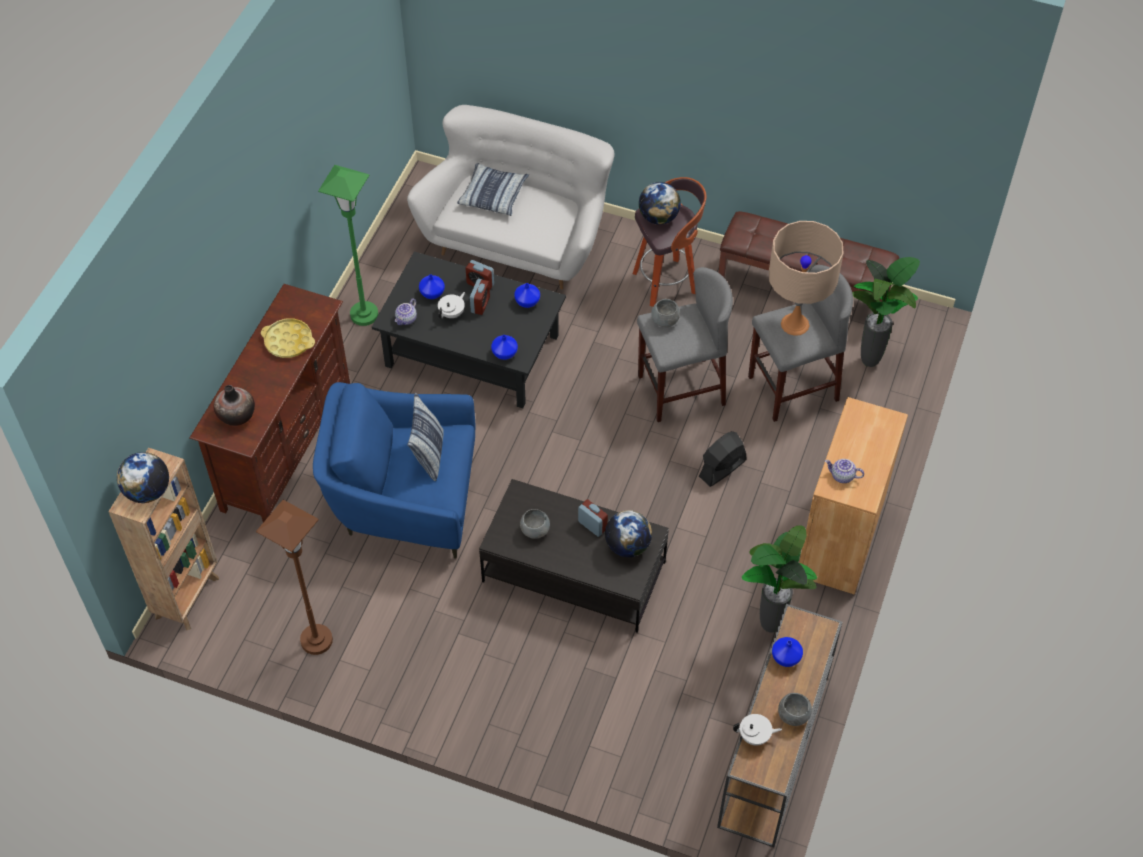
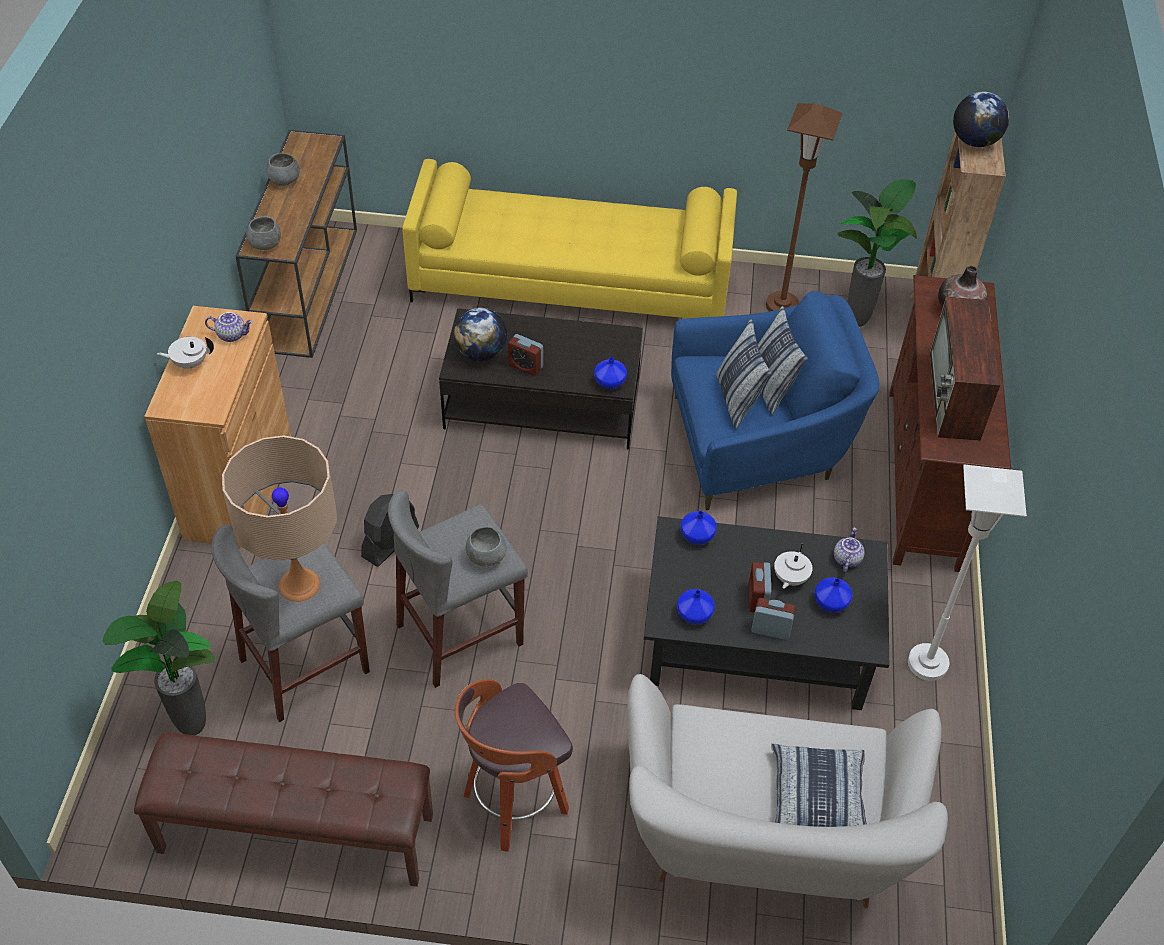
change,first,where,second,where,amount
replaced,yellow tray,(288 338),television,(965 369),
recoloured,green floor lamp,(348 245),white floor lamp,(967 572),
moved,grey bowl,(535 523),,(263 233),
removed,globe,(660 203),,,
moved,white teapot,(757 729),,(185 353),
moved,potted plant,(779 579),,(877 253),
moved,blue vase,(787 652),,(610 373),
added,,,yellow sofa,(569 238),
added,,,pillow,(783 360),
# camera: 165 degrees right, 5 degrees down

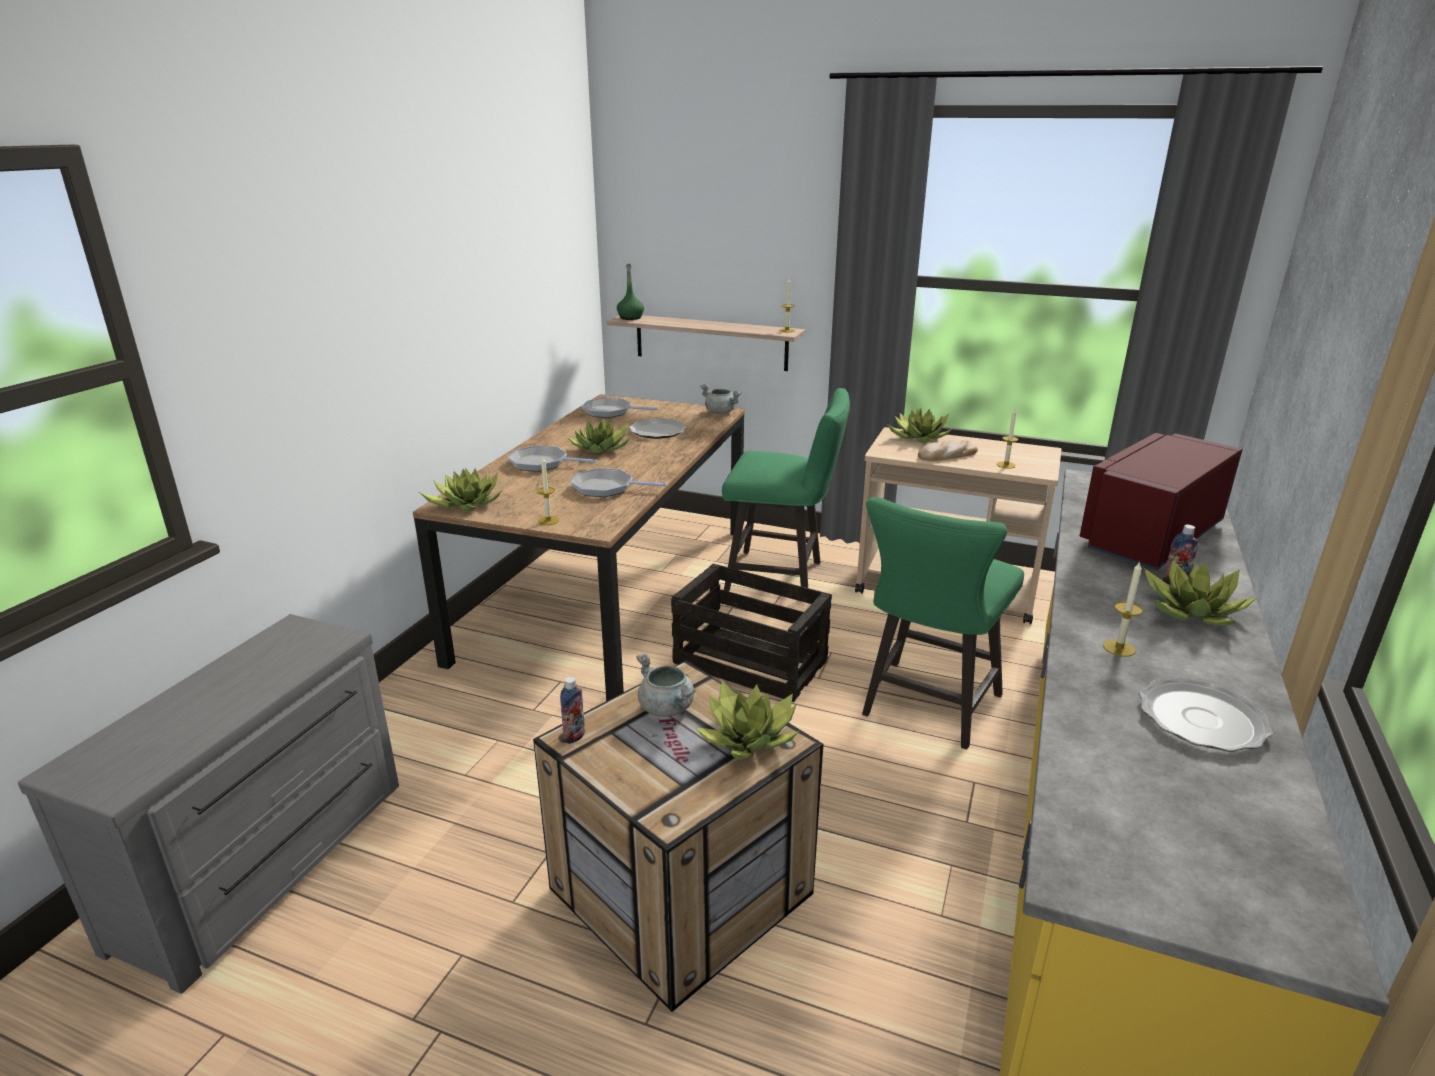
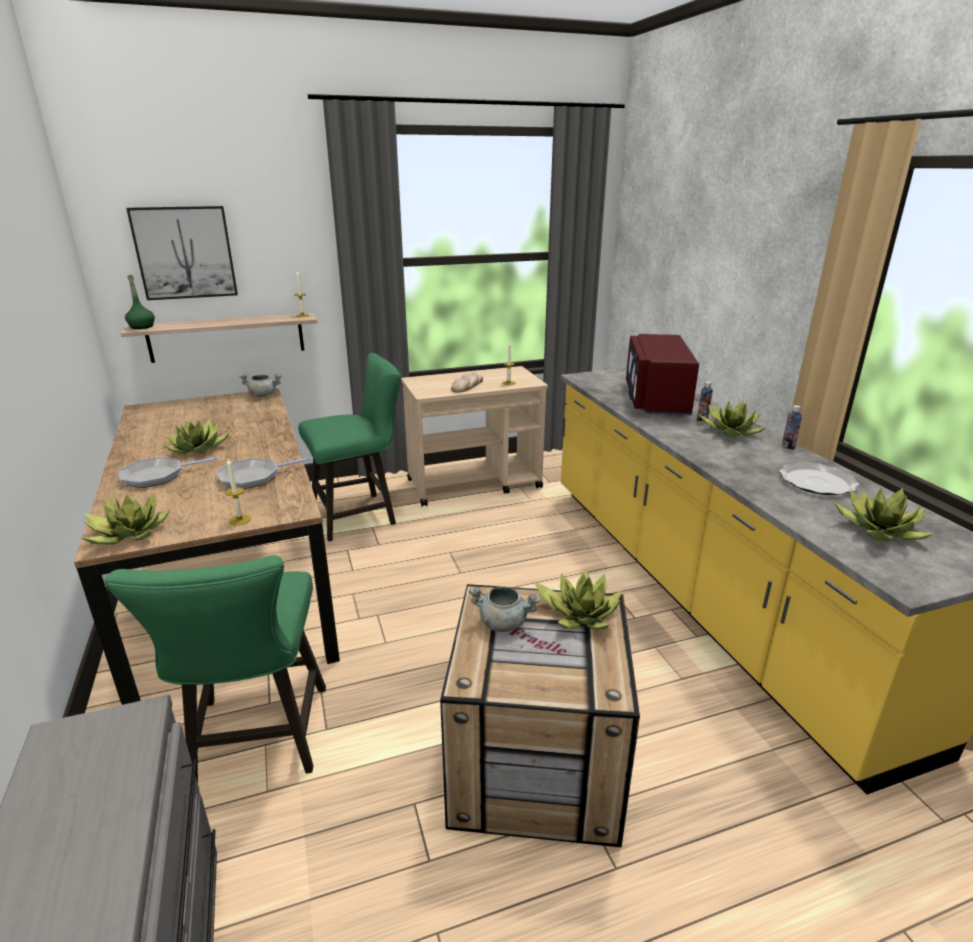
change,first,where,second,where,amount
moved,bottle,(572 710),,(792 427),
removed,frying pan,(620 408),,,
removed,plate,(658 428),,,
removed,crate,(751 633),,,
moved,green stool,(943 623),,(215 669),
moved,potted plant,(919 425),,(885 514),
removed,candle,(1123 609),,,
added,,,picture,(182 253),
# camera: 40 degrees left, 0 degrees up

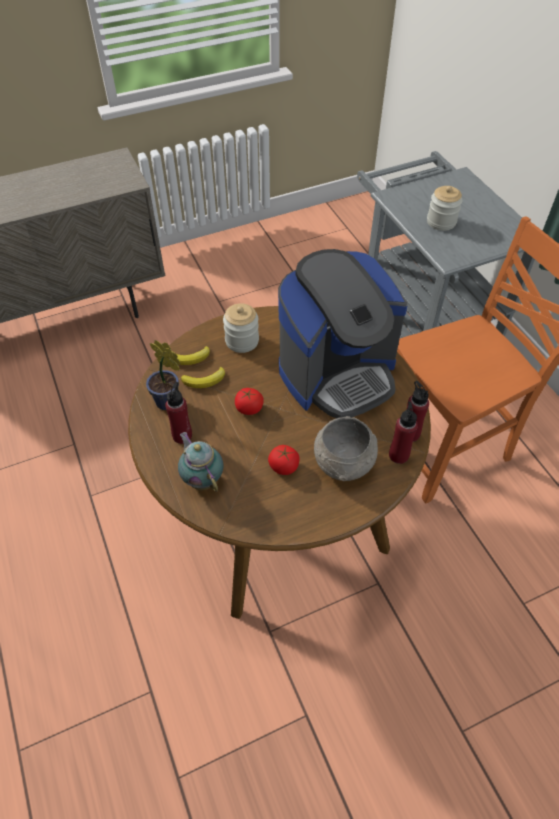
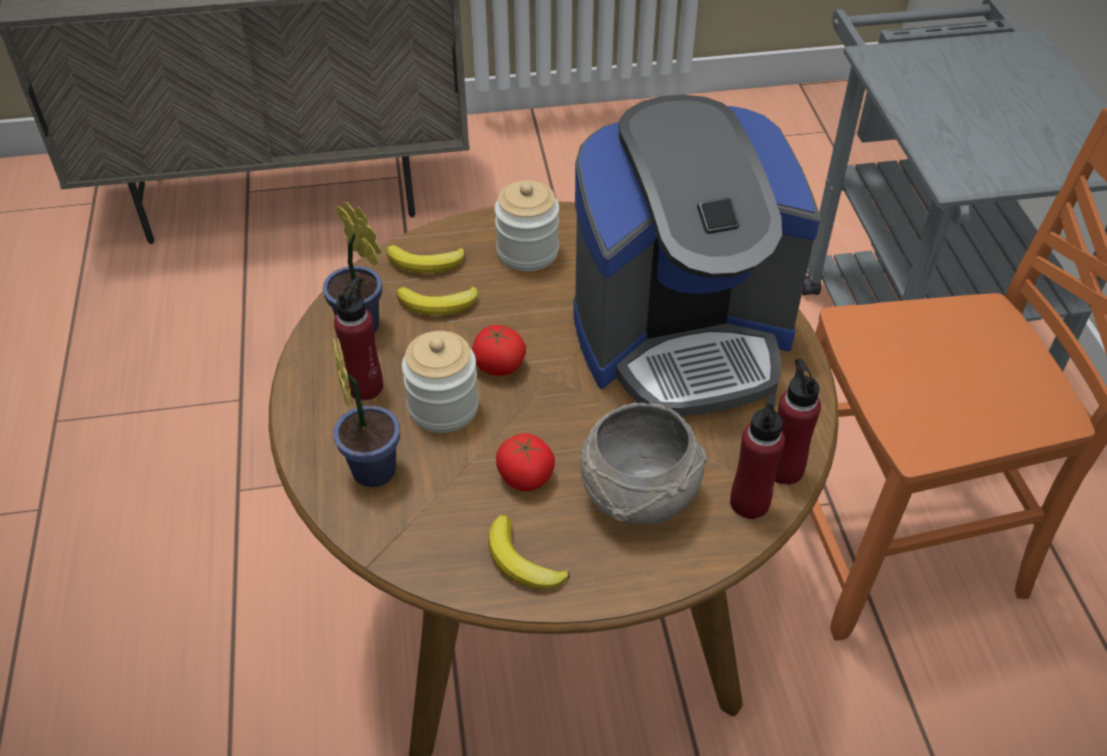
change,first,where,second,where,amount
replaced,teapot,(200 462),potted plant,(366 412),
moved,jar,(444 208),,(440 382),
added,,,banana,(529 552),
# camera: 15 degrees right, 5 degrees down

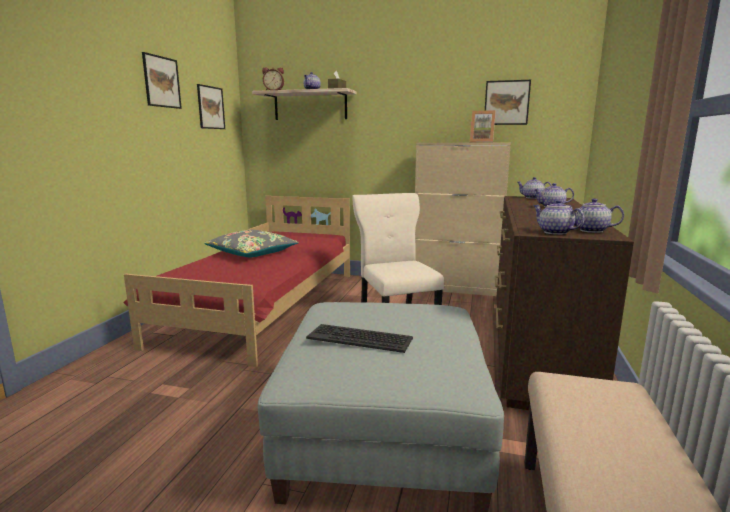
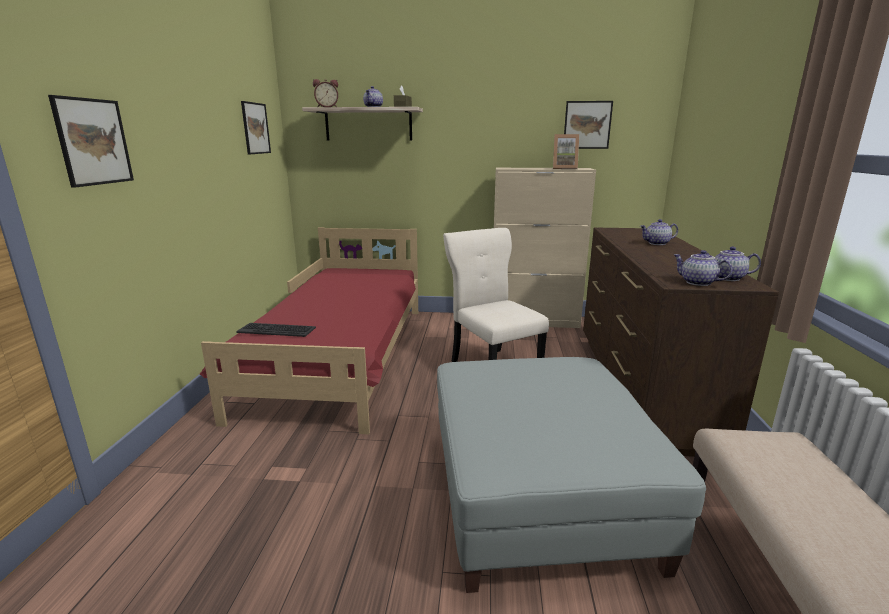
change,first,where,second,where,amount
moved,picture,(162 80),,(91 141),
removed,grey pillow,(251 243),,,
moved,keyboard,(359 338),,(276 330),
removed,teapot,(534 188),,,
# camera: 10 degrees left, 5 degrees up

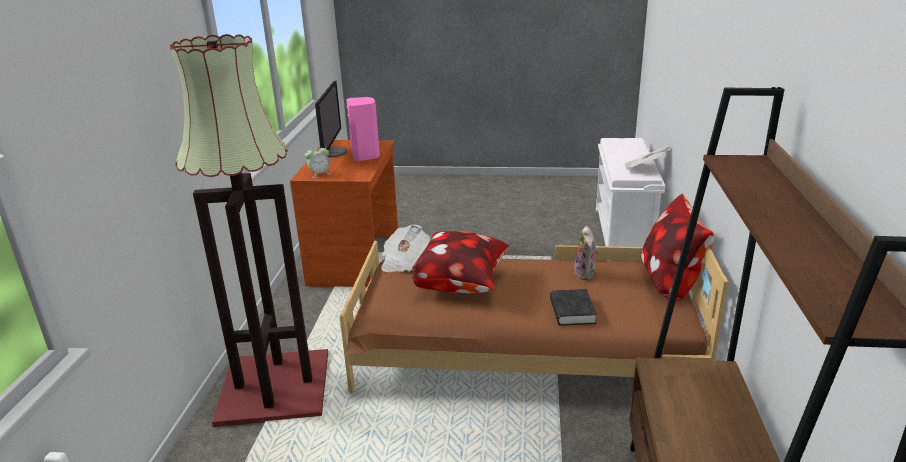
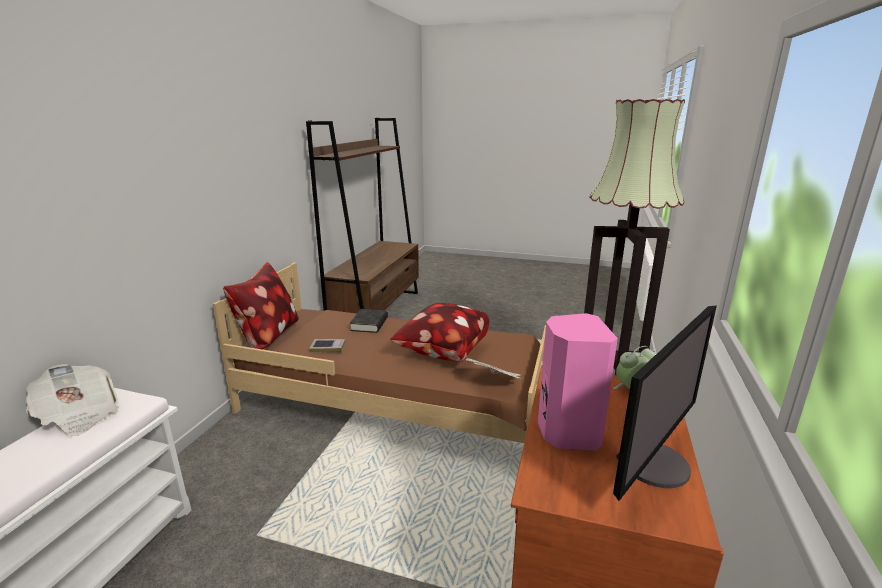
change,first,where,second,where,amount
turned,monitor,(331 119),,(665 403),150 degrees counterclockwise
replaced,plush toy,(586 253),book,(327 346),
# camera: 170 degrees left, 5 degrees down

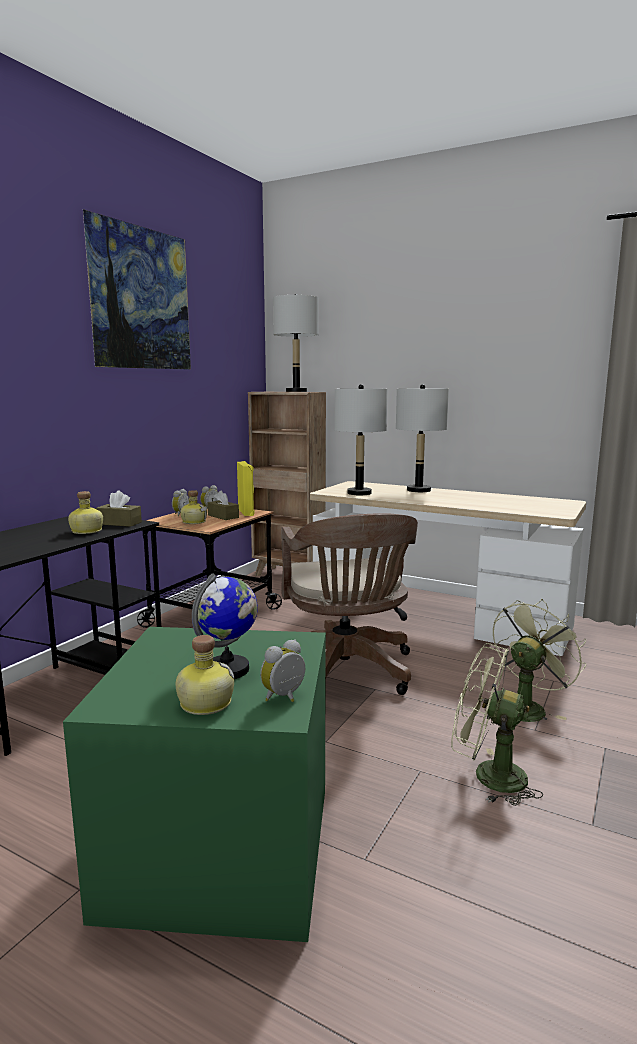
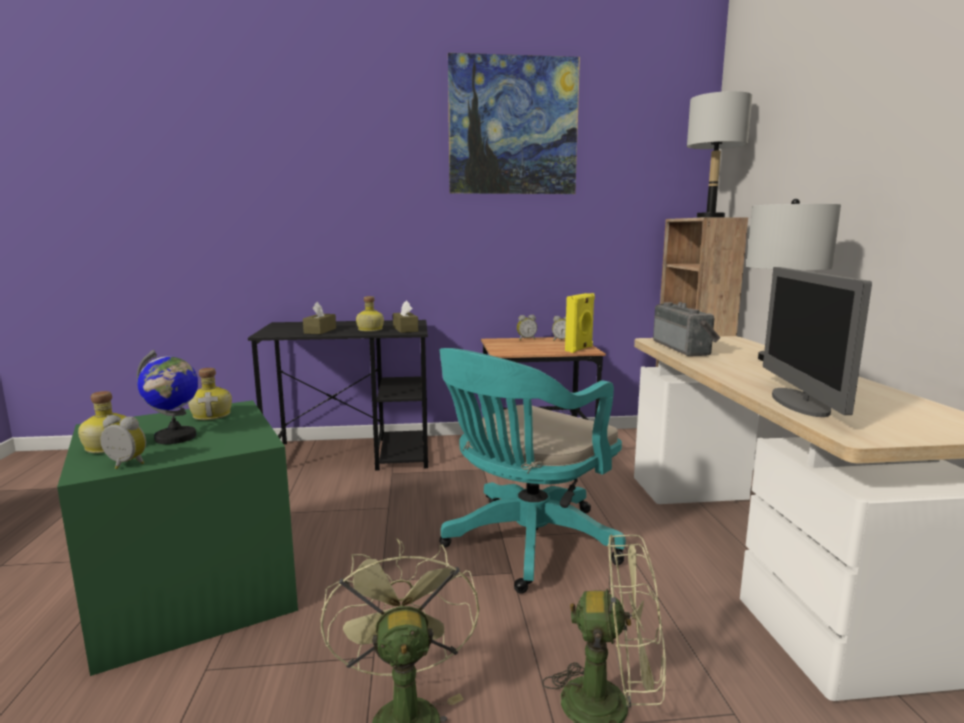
change,first,where,second,where,amount
moved,bottle,(193 507),,(210 394),
moved,brown tissue box,(223 505),,(319 318),
recoloured,brown office chair,(349 604),turquoise office chair,(532 471),
replaced,grey table lamp,(361 439),radio,(686 329),
added,,,monitor,(817 342),
# camera: 55 degrees right, 0 degrees up

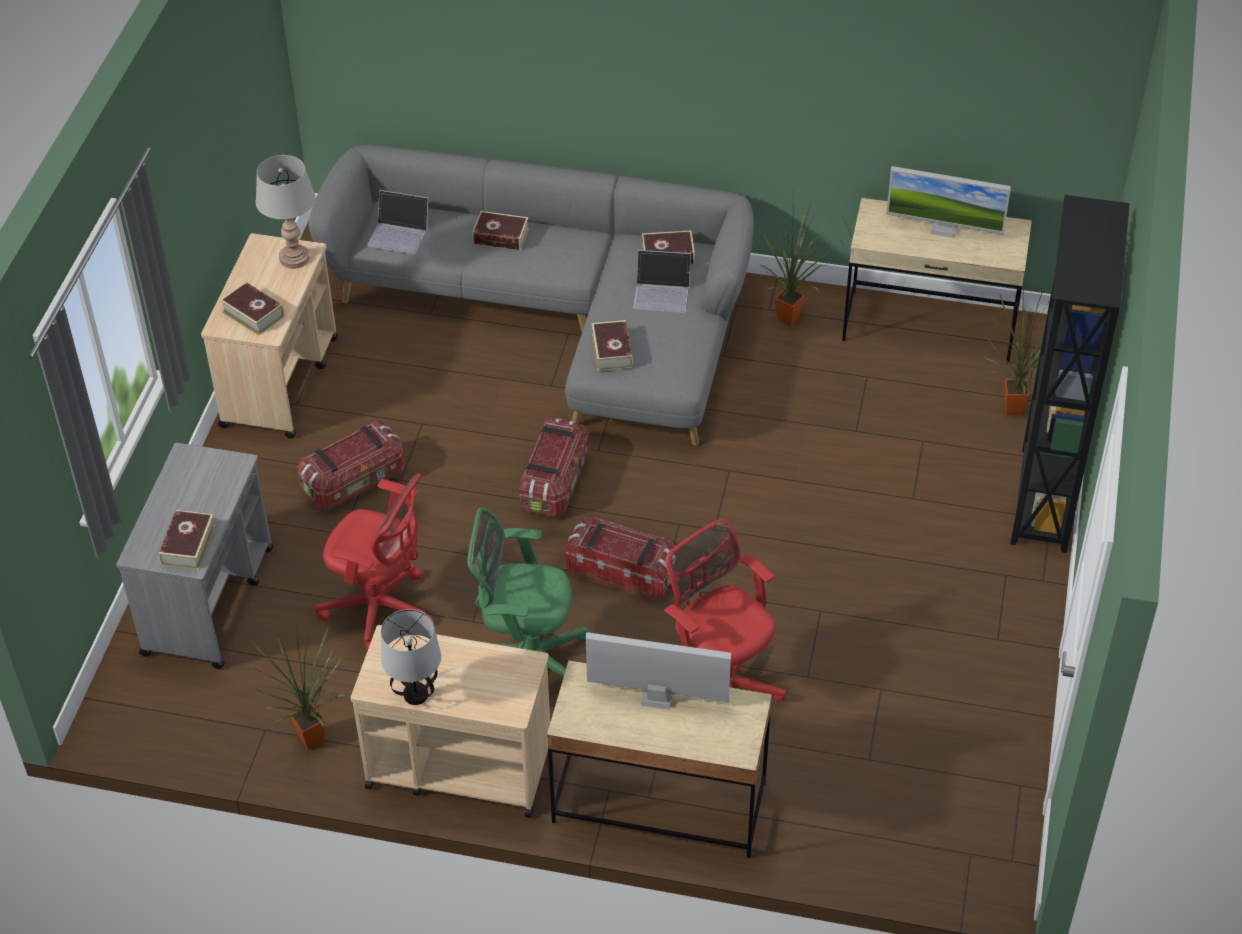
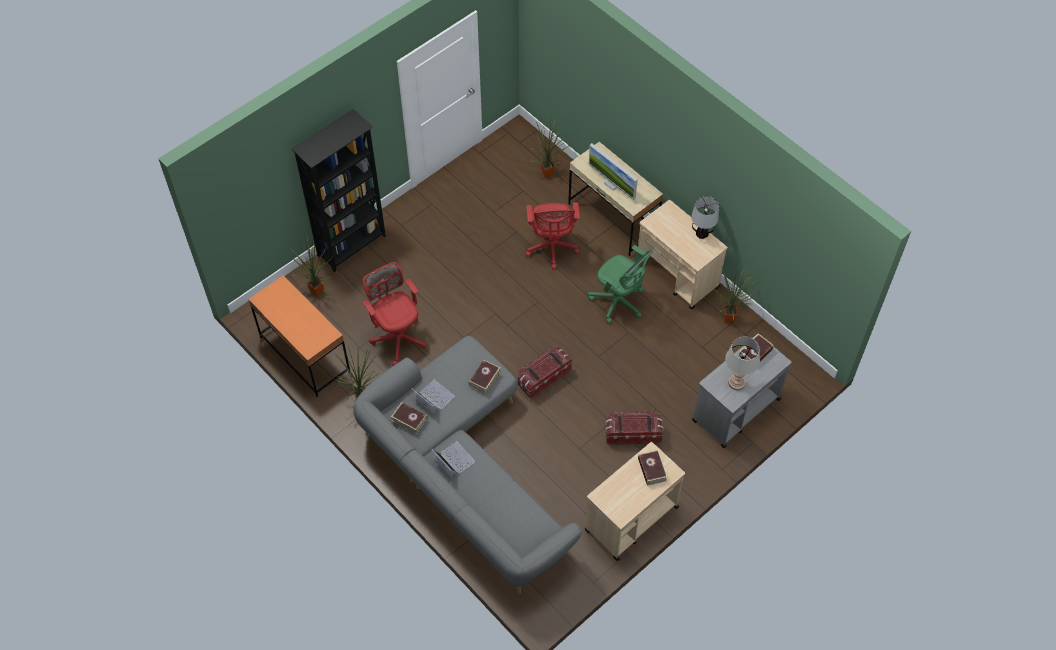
change,first,where,second,where,amount
moved,grey table lamp,(286 212),,(742 363),
moved,red office chair,(374 562),,(394 313),
moved,laptop,(398 222),,(453 460),
removed,book,(500 231),,,
removed,storage box,(620 559),,,
recoloured,beige desk,(937 281),orange desk,(299 336),
removed,monitor,(948 202),,,
added,,,potted plant,(549 144),
# camera: 145 degrees left, 10 degrees up

